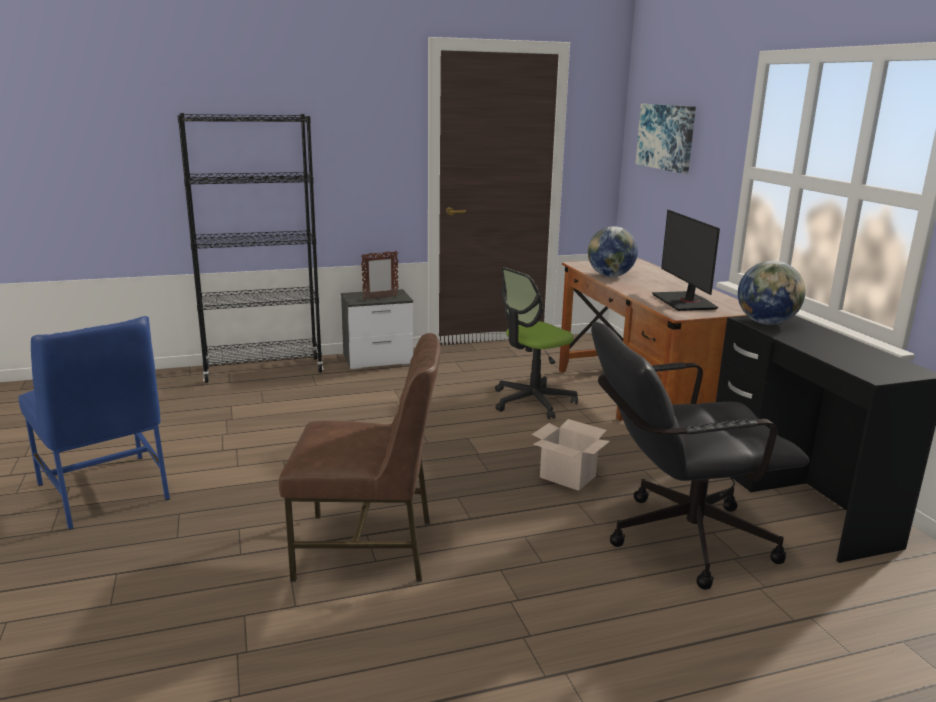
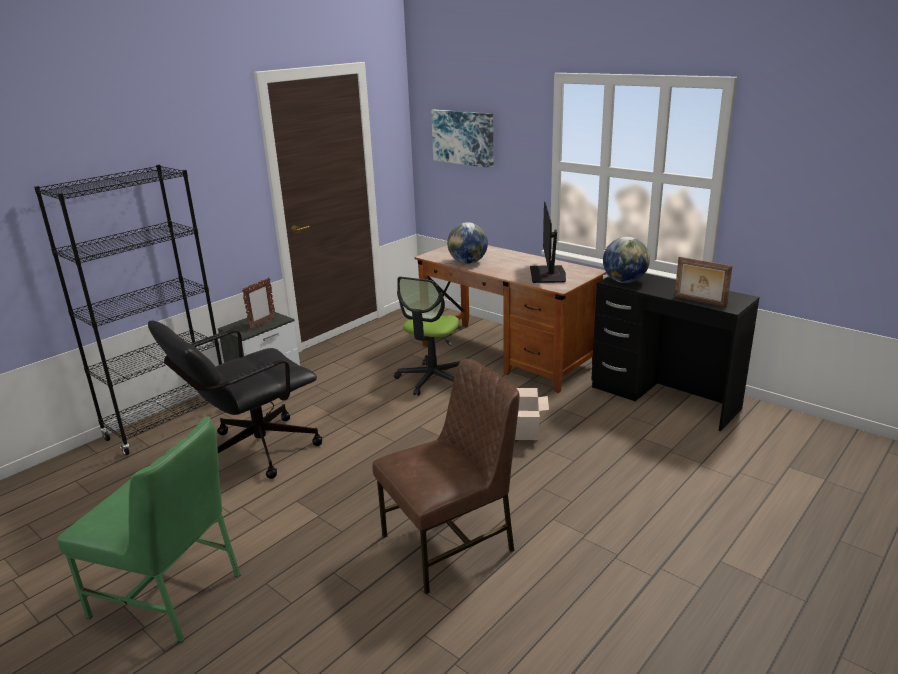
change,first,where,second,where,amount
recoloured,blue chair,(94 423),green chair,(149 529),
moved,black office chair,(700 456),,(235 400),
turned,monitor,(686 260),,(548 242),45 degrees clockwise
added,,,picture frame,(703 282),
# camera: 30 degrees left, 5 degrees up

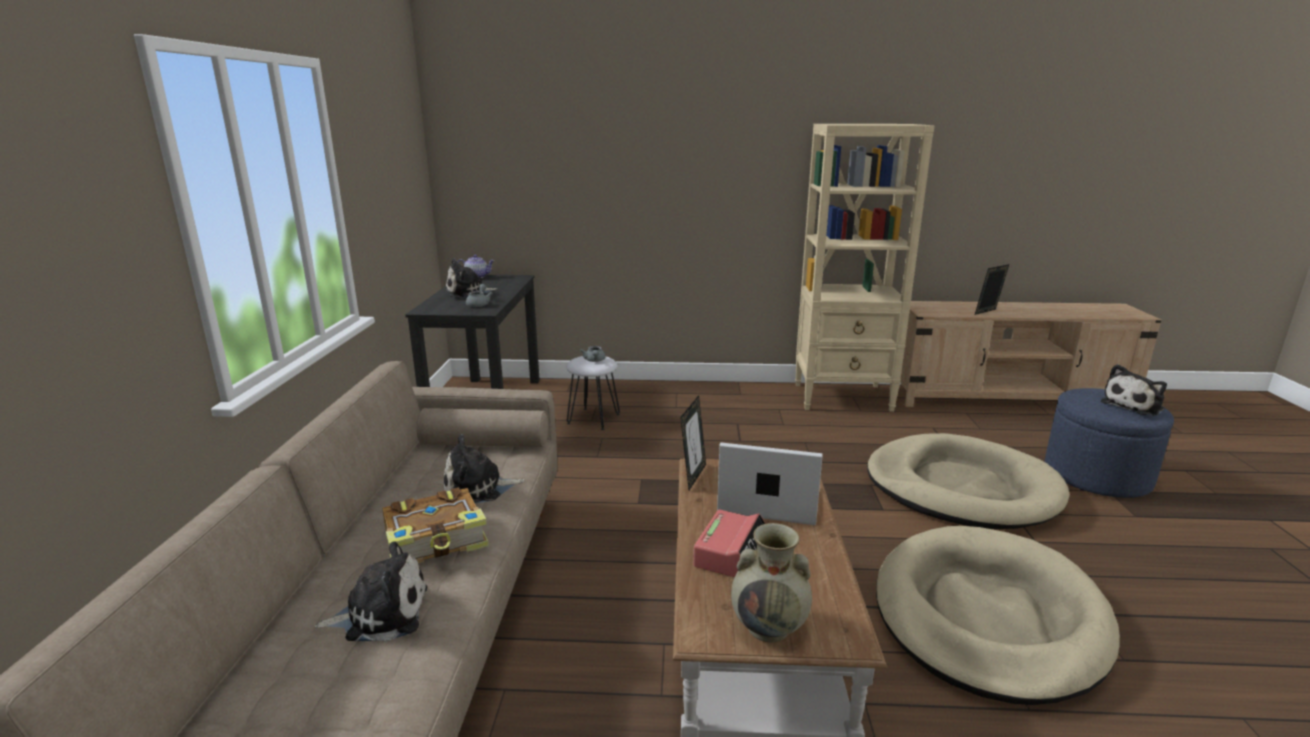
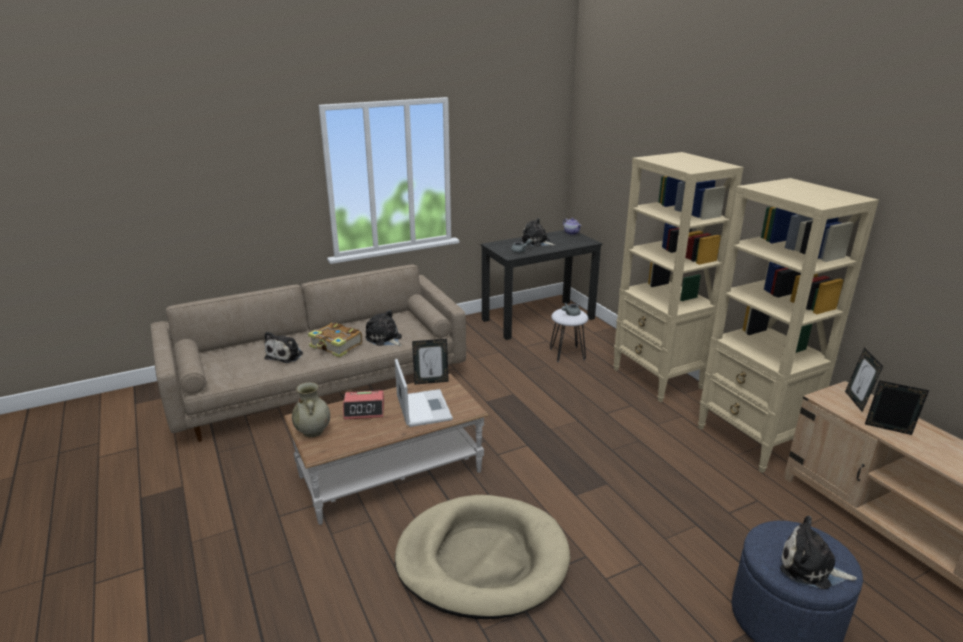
change,first,where,second,where,amount
turned,plush toy,(370 591),,(283 347),60 degrees clockwise
removed,beige dog bed,(968 481),,,
added,,,beige bookcase,(678 277),
added,,,picture frame,(864 380),
# camera: 60 degrees right, 5 degrees up

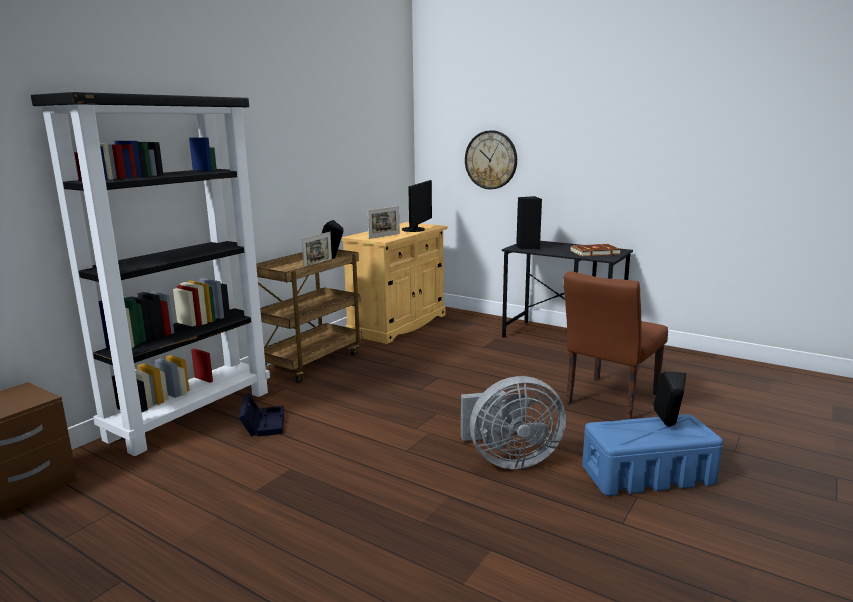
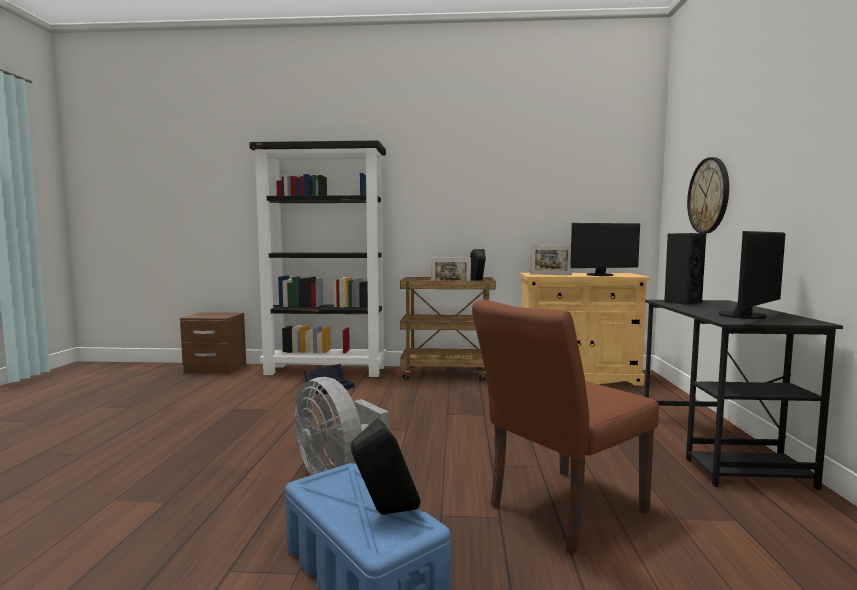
change,first,where,second,where,amount
turned,brown chair,(615 345),,(565 427),45 degrees counterclockwise
replaced,brown book,(595 250),monitor,(752 275),
# camera: 60 degrees right, 10 degrees down

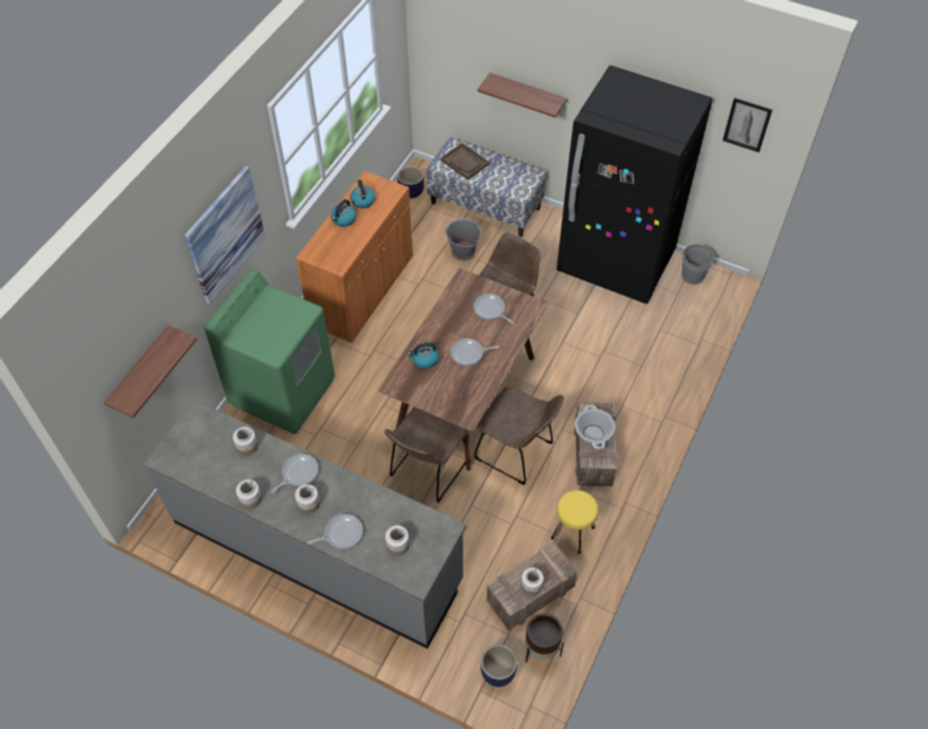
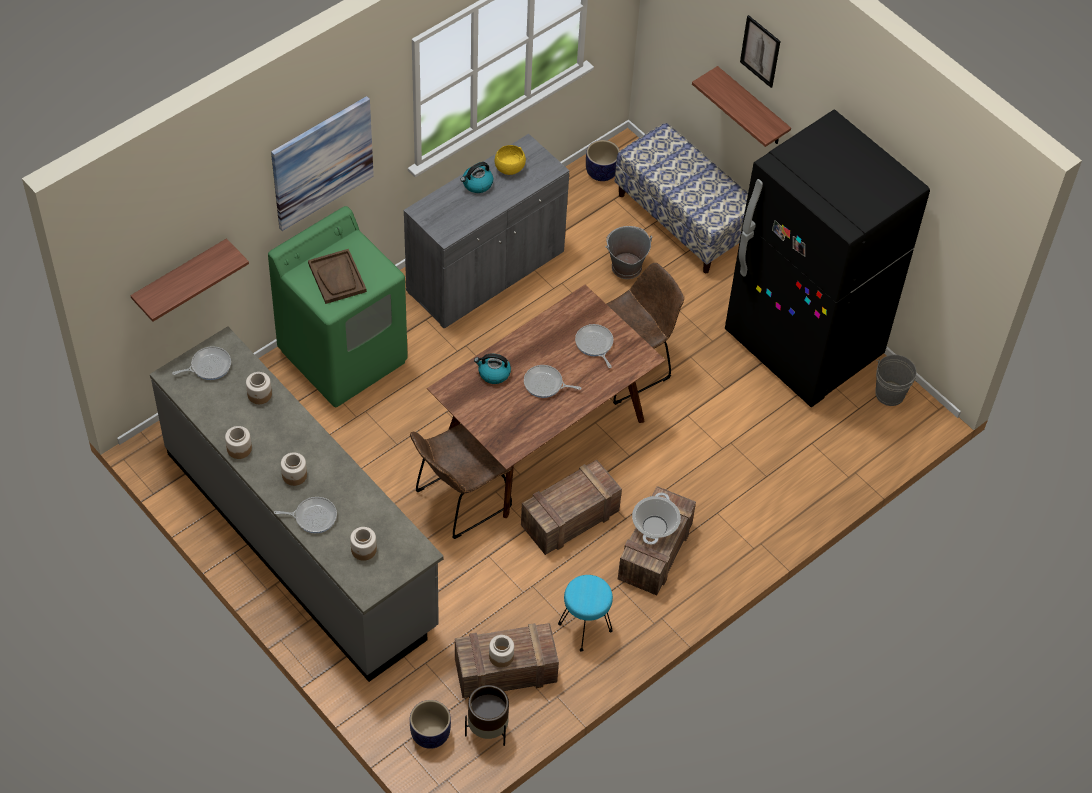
change,first,where,second,where,amount
moved,frying pan,(294 473),,(201 363),
recoloured,orange cabinet,(354 257),grey cabinet,(486 231),
replaced,kettle,(362 194),yellow bowl,(510 160),
moved,brown tray,(465 161),,(337 276),
replaced,brown chair,(519 436),crate,(571 507),
recoloured,yellow stool,(574 522),turquoise stool,(585 613),
moved,picture,(747 125),,(760 51),
# camera: 20 degrees right, 0 degrees up

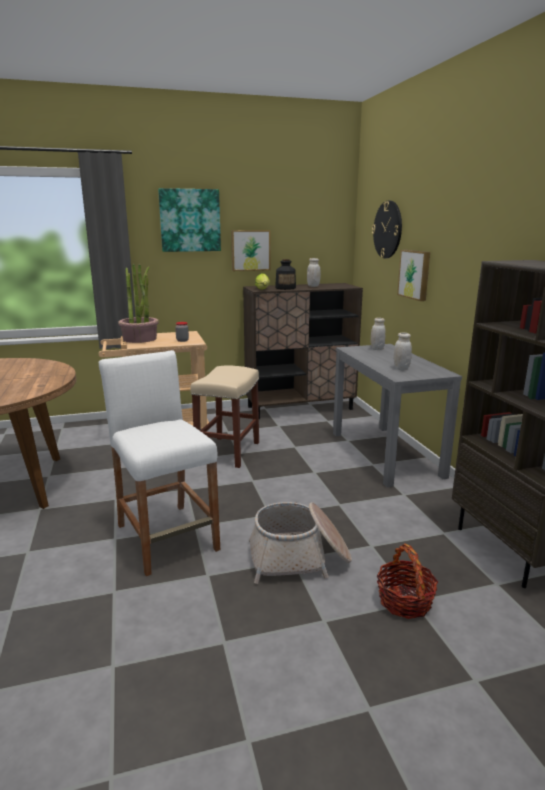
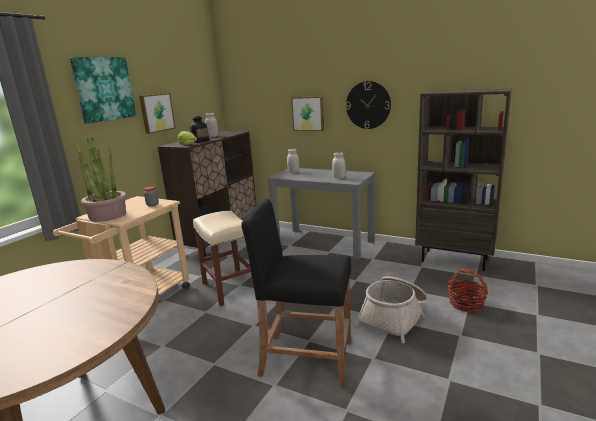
change,first,where,second,where,amount
recoloured,white stool,(159 463),black stool,(296 292),
moved,wall clock,(387 229),,(368 105),
# camera: 45 degrees left, 0 degrees up

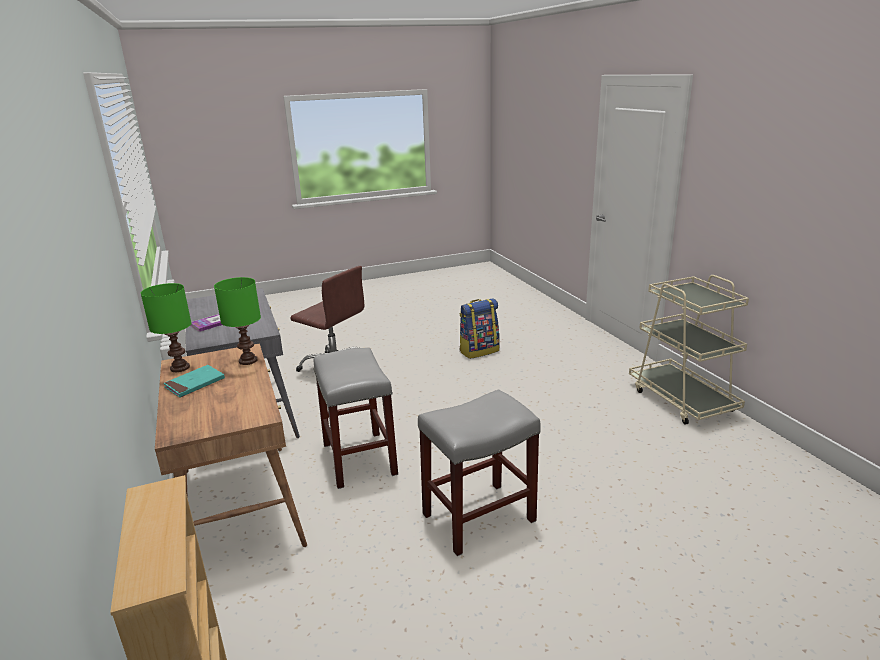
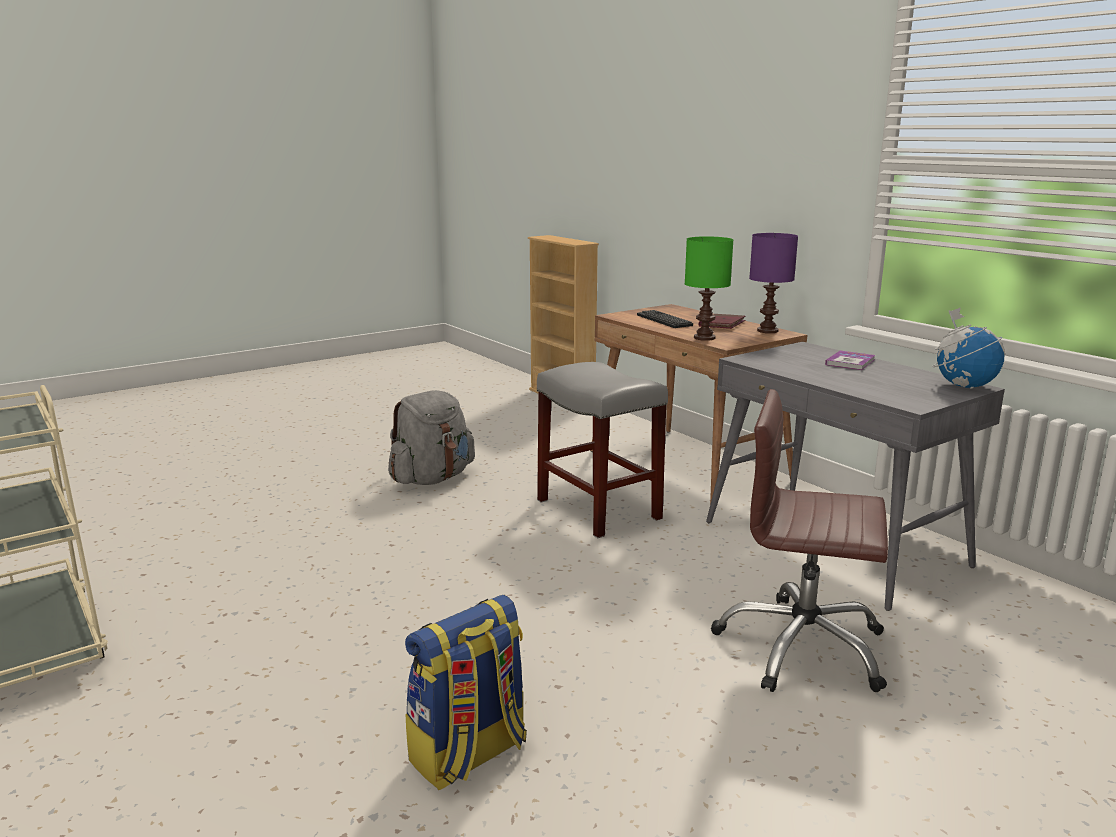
change,first,where,second,where,amount
recoloured,green table lamp,(166 327),purple table lamp,(773 283),
recoloured,turquoise book,(194 381),red book,(722 321),
replaced,grey stool,(479 472),grey backpack,(431 437),
added,,,keyboard,(665 319),
added,,,globe,(968 348),
# camera: 165 degrees right, 5 degrees down

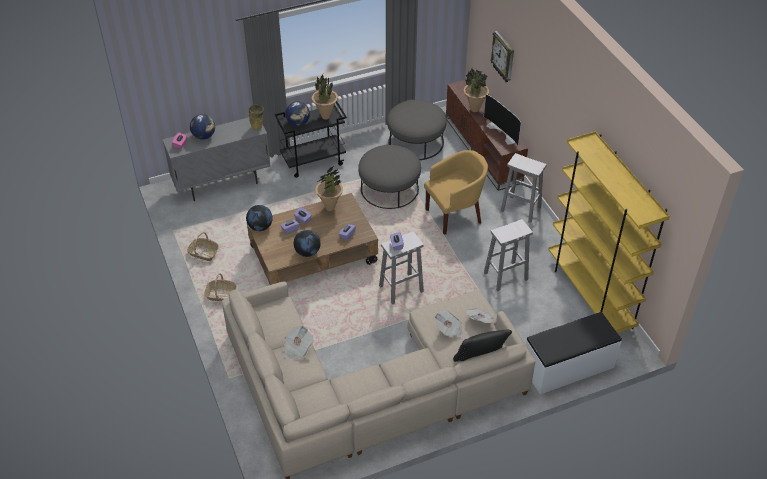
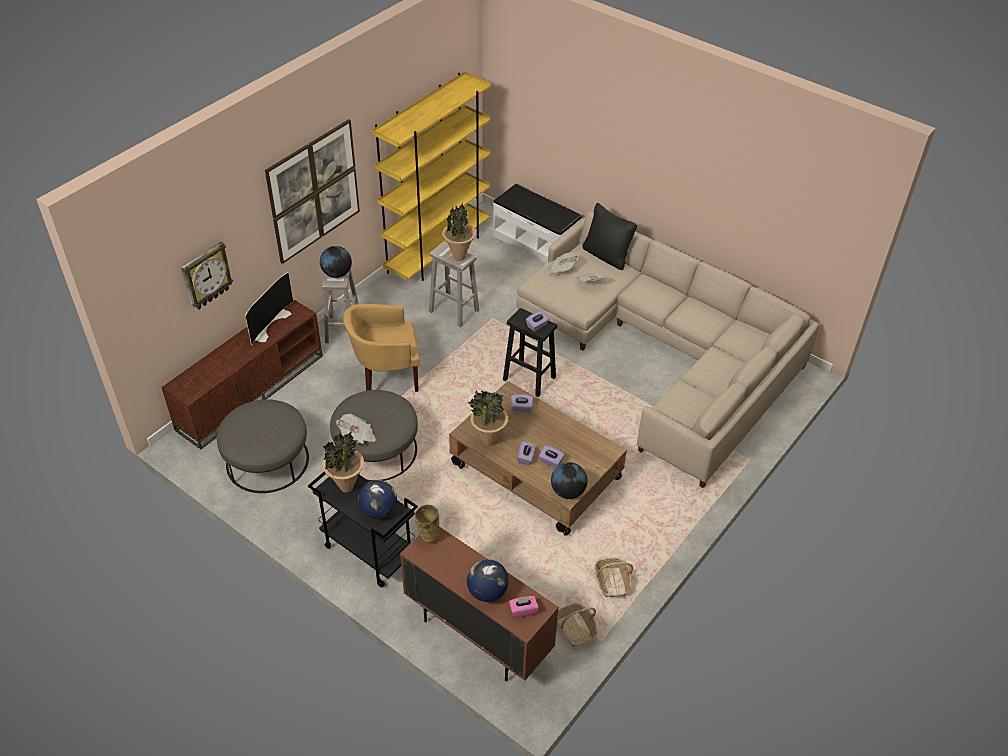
change,first,where,second,where,amount
recoloured,grey cabinet,(216 159),brown cabinet,(479 604),
moved,basket,(221 287),,(577 625),
moved,newspaper,(298 342),,(356 429),
moved,globe,(307 243),,(336 262),
recoloured,white stool,(401 268),black stool,(530 352),
turned,yellow armchair,(456 192),,(381 348),45 degrees counterclockwise
moved,potted plant,(476 90),,(459 232),
added,,,picture,(312 191),
# camera: 120 degrees left, 0 degrees up

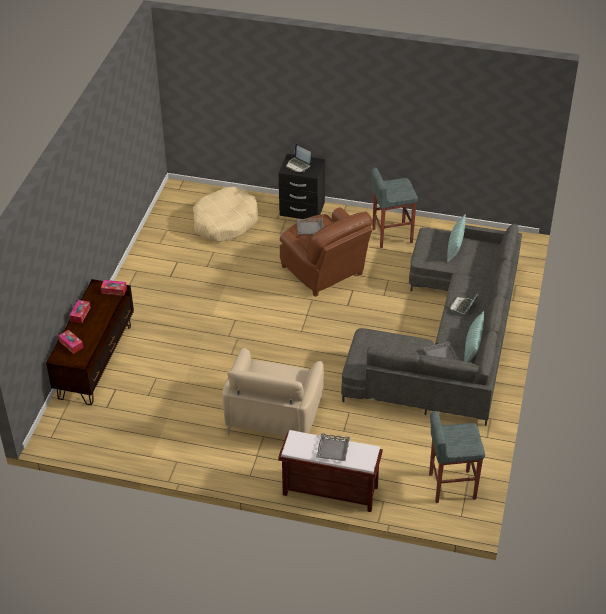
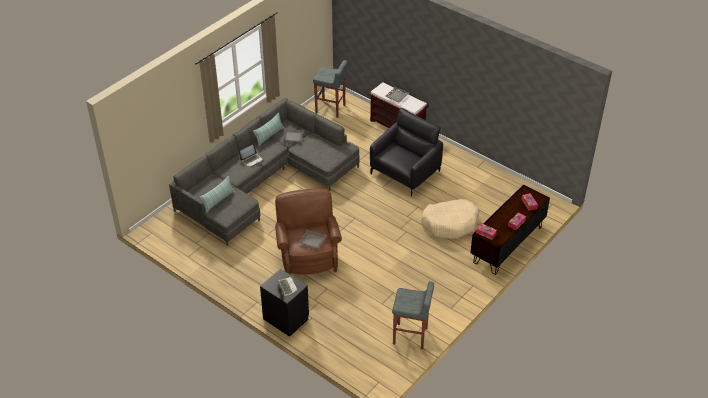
change,first,where,second,where,amount
moved,beige dog bed,(225 214),,(450 219),
recoloured,beige armchair,(273 392),black armchair,(406 152),
moved,grey stool,(394 208),,(413 315),
# camera: 155 degrees left, 0 degrees up

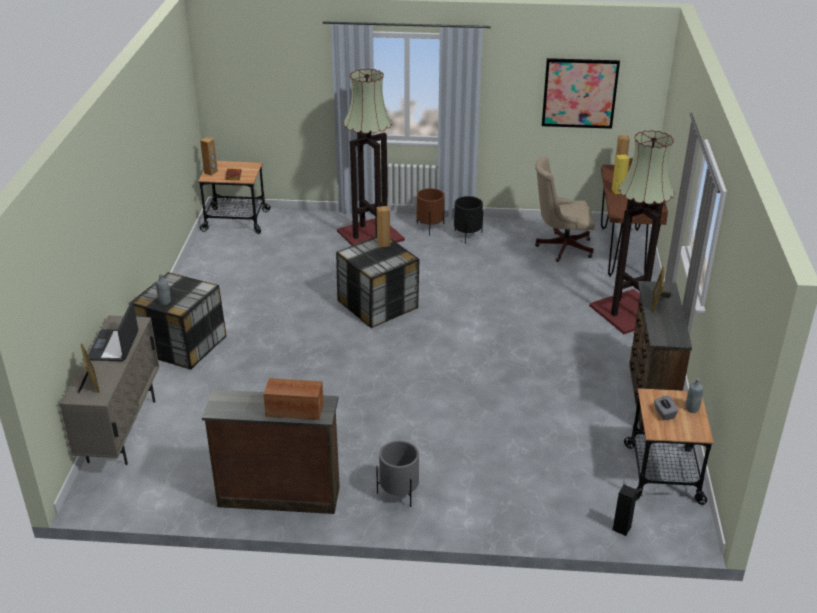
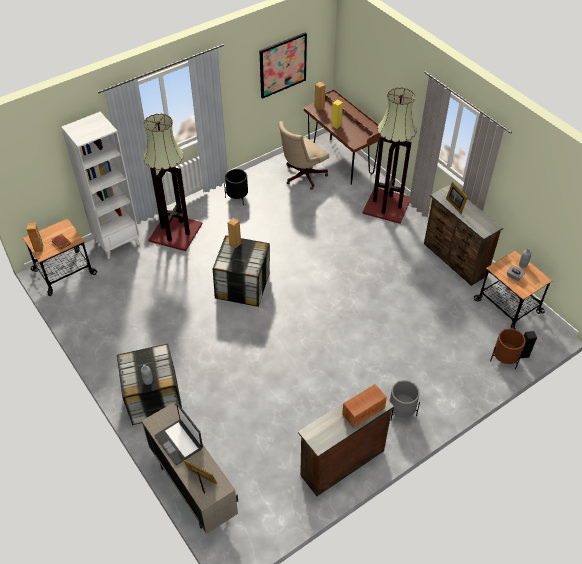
change,first,where,second,where,amount
moved,brown planter,(431 211),,(508 348),
added,,,white bookcase,(100 185),
# camera: 40 degrees left, 15 degrees up

